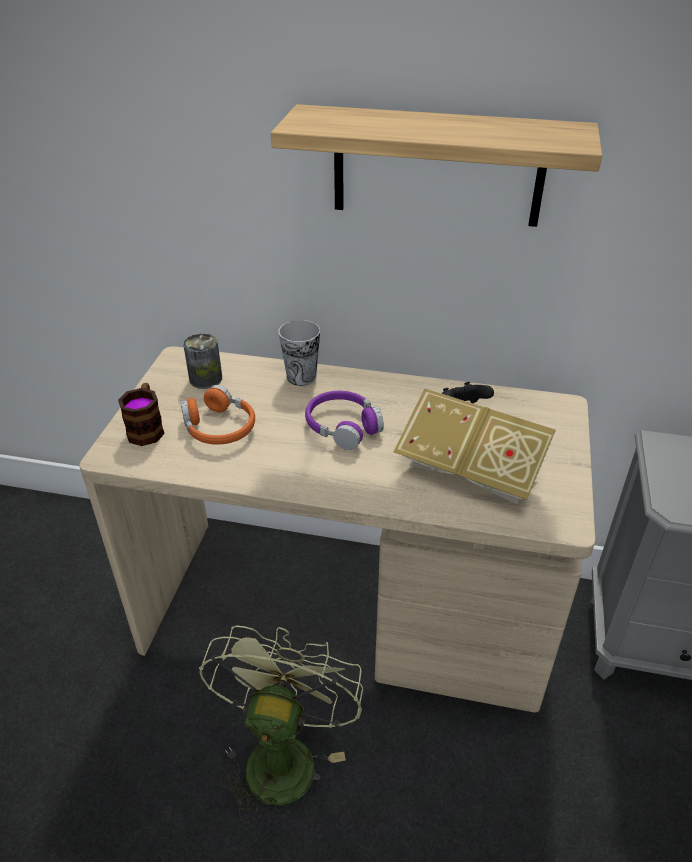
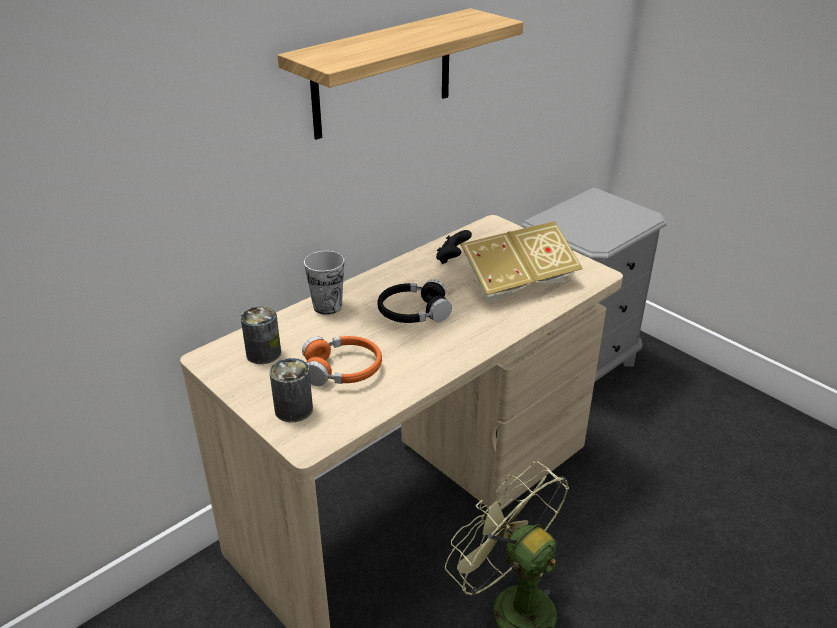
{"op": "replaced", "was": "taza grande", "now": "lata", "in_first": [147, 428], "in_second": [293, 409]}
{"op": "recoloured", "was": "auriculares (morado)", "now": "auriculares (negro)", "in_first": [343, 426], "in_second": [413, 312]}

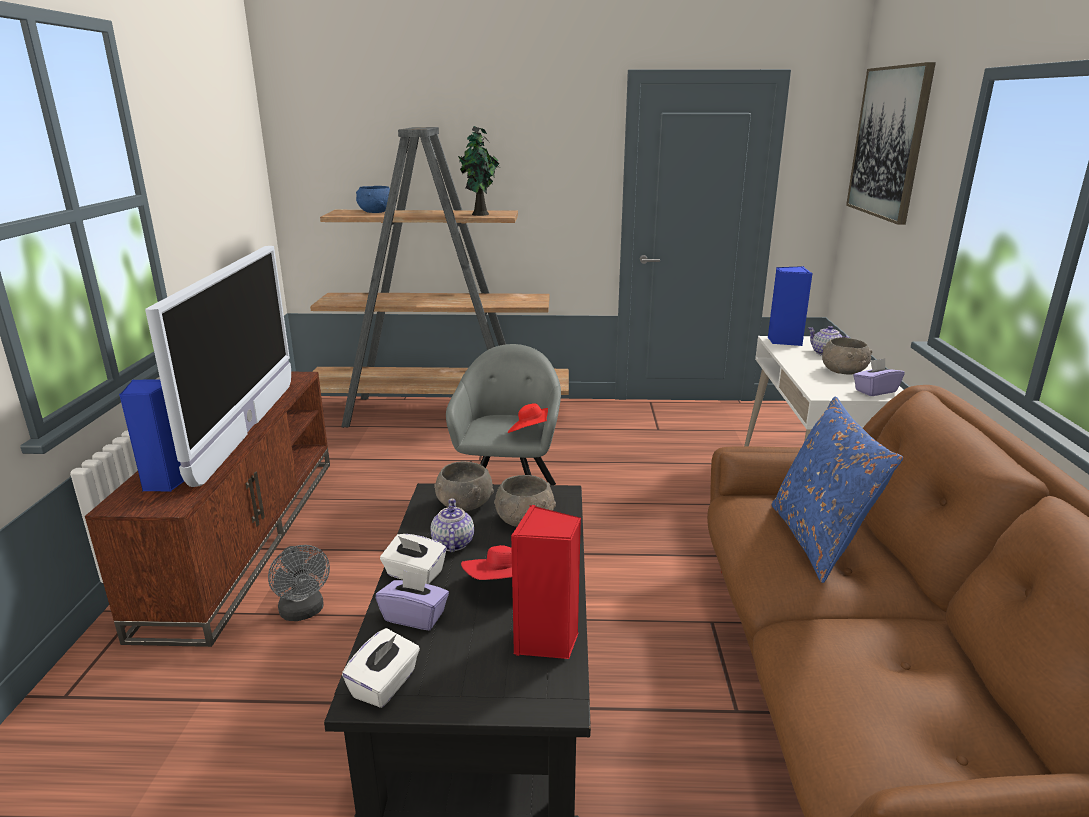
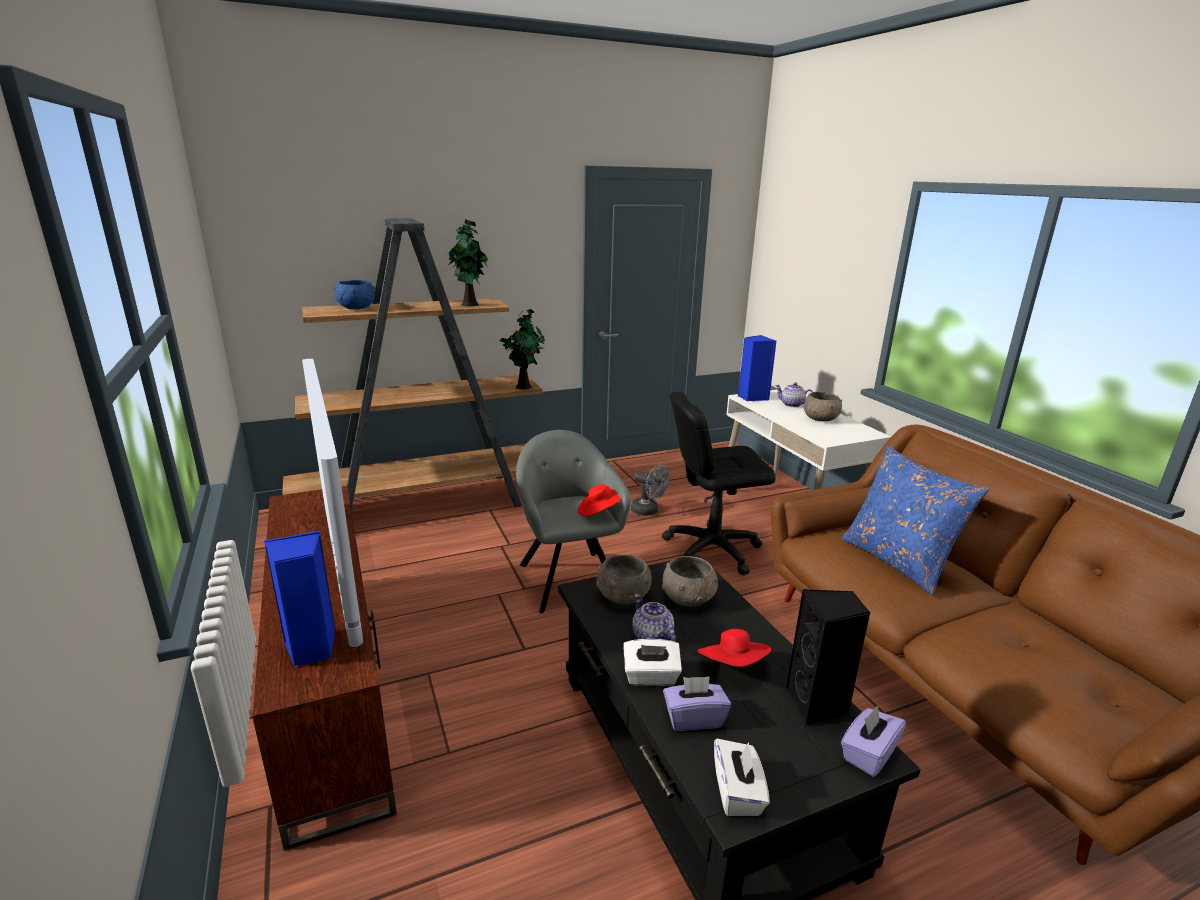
{"op": "moved", "was": "ventilador (gris)", "in_first": [303, 612], "in_second": [648, 511]}
{"op": "recoloured", "was": "altavoz (rojo)", "now": "altavoz (negro)", "in_first": [547, 641], "in_second": [817, 705]}
{"op": "removed", "was": "cuadro", "in_first": [889, 142]}
{"op": "moved", "was": "caja de pañuelos (morado)", "in_first": [875, 391], "in_second": [868, 754]}
{"op": "added", "now": "planta en maceta", "in_second": [524, 386]}
{"op": "added", "now": "silla de oficina (negro)", "in_second": [711, 549]}

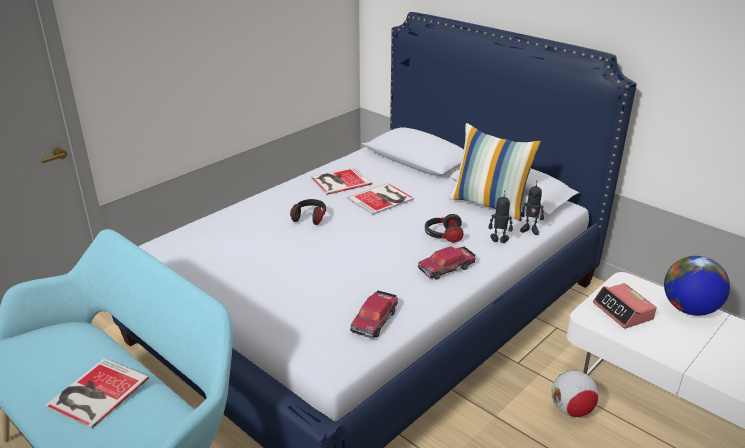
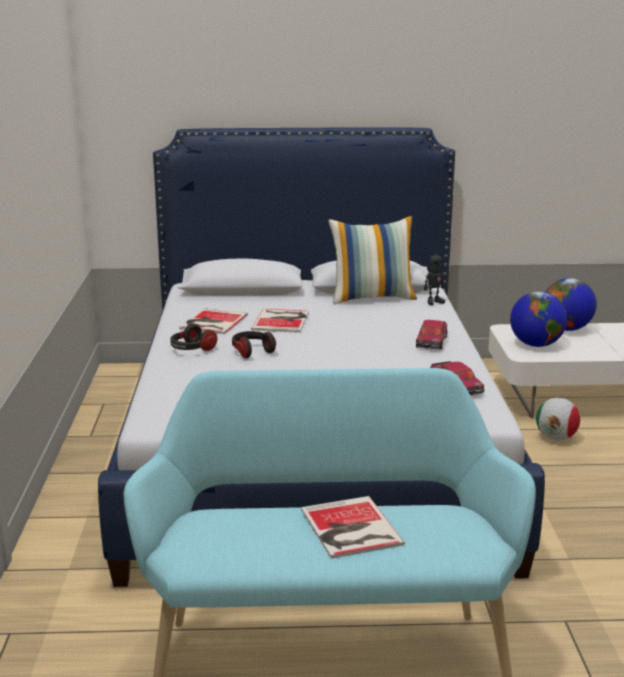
{"op": "moved", "was": "auriculares", "in_first": [443, 235], "in_second": [192, 349]}
{"op": "removed", "was": "robot de juguete", "in_first": [499, 240]}
{"op": "replaced", "was": "despertador", "now": "globo terráqueo", "in_first": [623, 311], "in_second": [536, 345]}

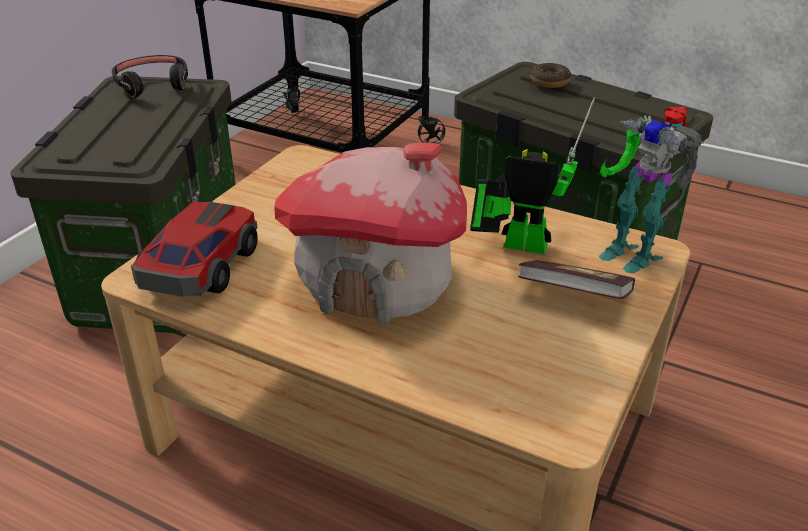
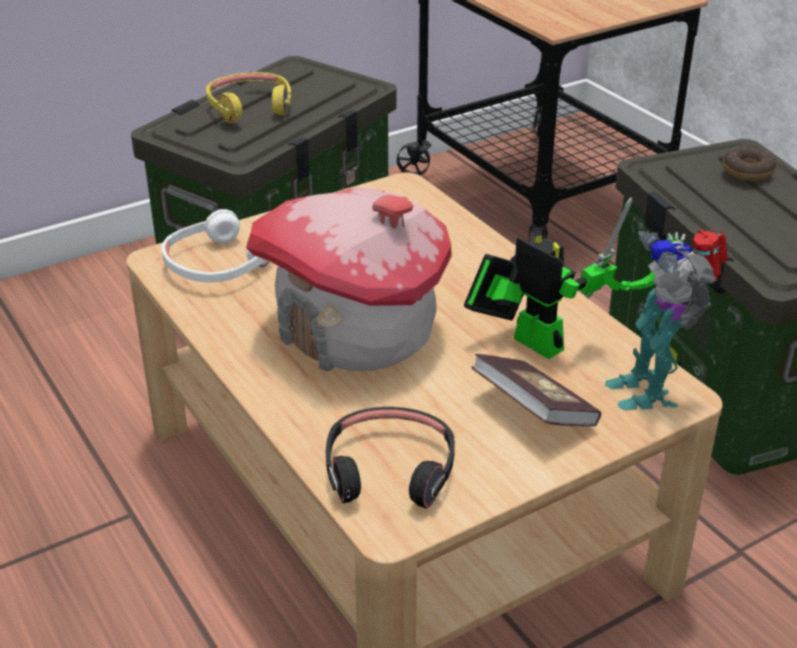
{"op": "moved", "was": "auriculares (negro)", "in_first": [153, 84], "in_second": [389, 469]}
{"op": "replaced", "was": "coche de juguete", "now": "auriculares (blanco)", "in_first": [199, 266], "in_second": [217, 264]}
{"op": "added", "now": "auriculares (amarillo)", "in_second": [250, 106]}

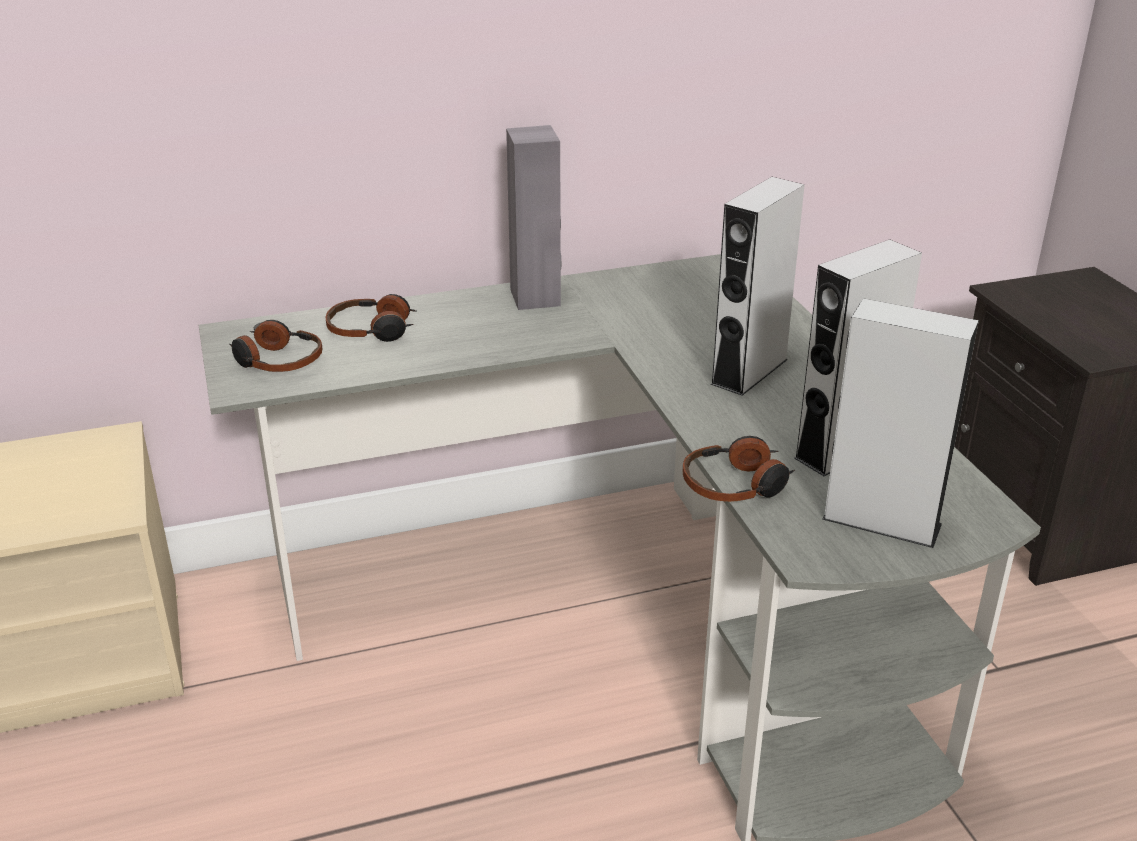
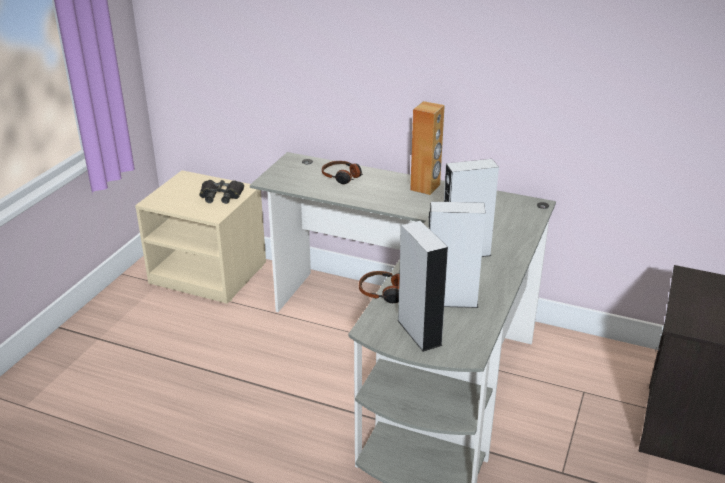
{"op": "removed", "was": "auriculares", "in_first": [277, 361]}
{"op": "recoloured", "was": "altavoz (gris)", "now": "altavoz (marrón)", "in_first": [536, 297], "in_second": [425, 187]}
{"op": "added", "now": "prismáticos (negro)", "in_second": [221, 196]}

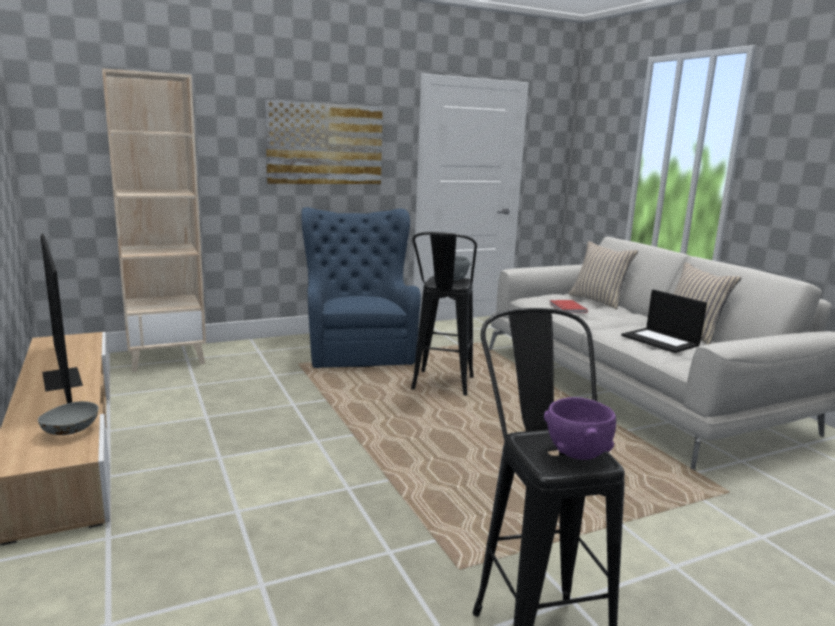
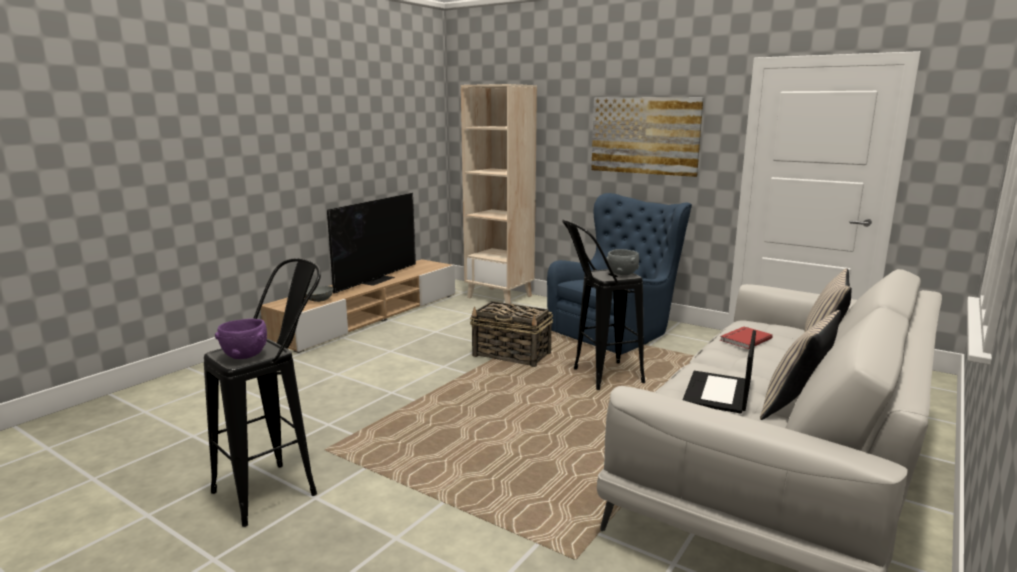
{"op": "added", "now": "cesta", "in_second": [512, 355]}

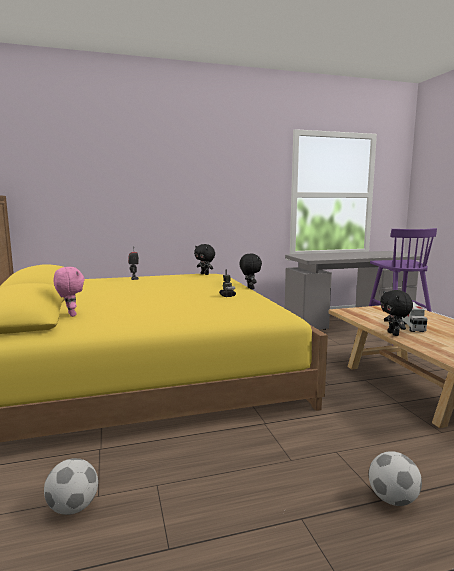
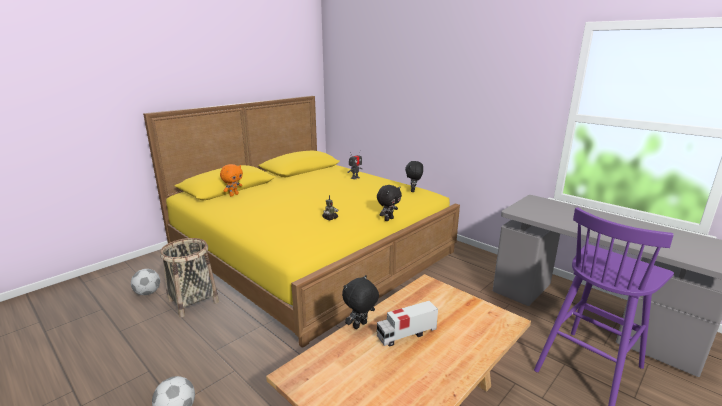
{"op": "recoloured", "was": "peluche (rosa)", "now": "peluche (naranja)", "in_first": [71, 315], "in_second": [233, 195]}
{"op": "added", "now": "cesta", "in_second": [193, 301]}

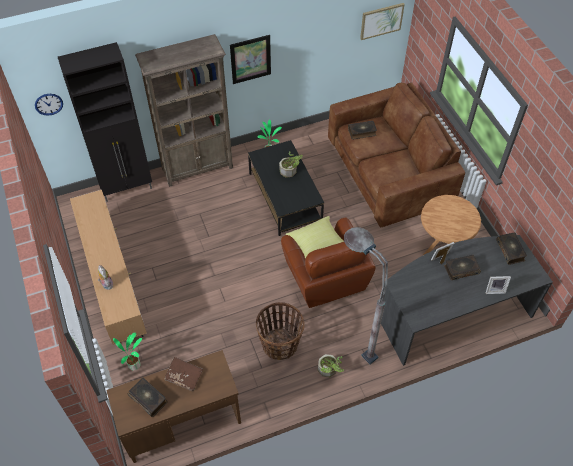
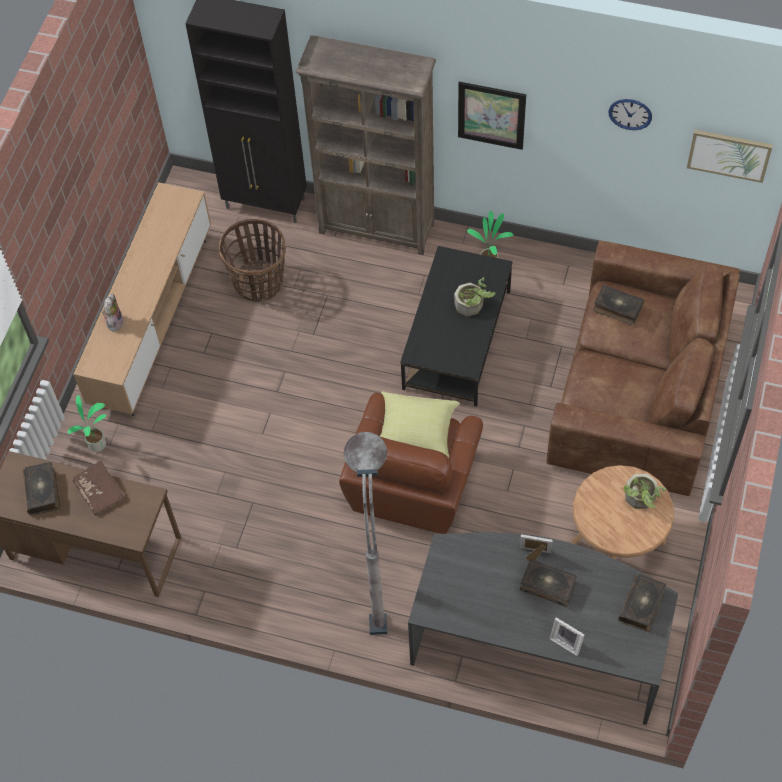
{"op": "moved", "was": "reloj de pared", "in_first": [49, 104], "in_second": [630, 114]}
{"op": "moved", "was": "cesta", "in_first": [280, 344], "in_second": [258, 282]}
{"op": "moved", "was": "planta en maceta", "in_first": [329, 370], "in_second": [640, 500]}

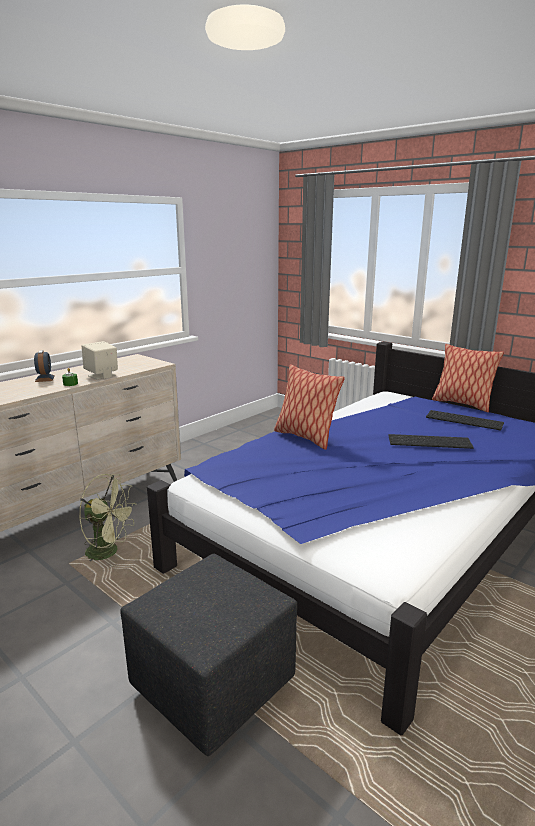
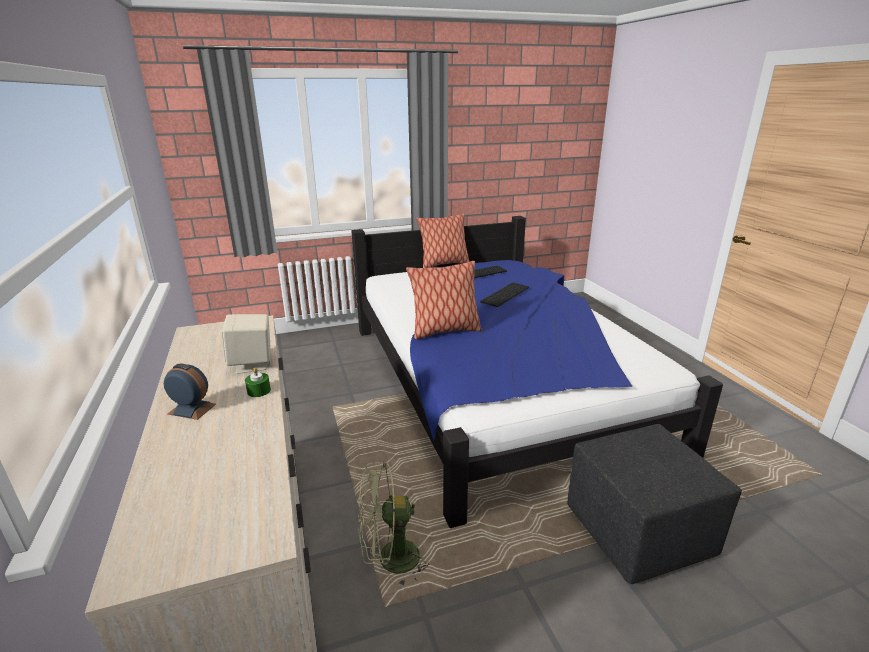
{"op": "turned", "was": "ventilador (verde)", "in_first": [109, 552], "in_second": [390, 560], "clockwise": -150}

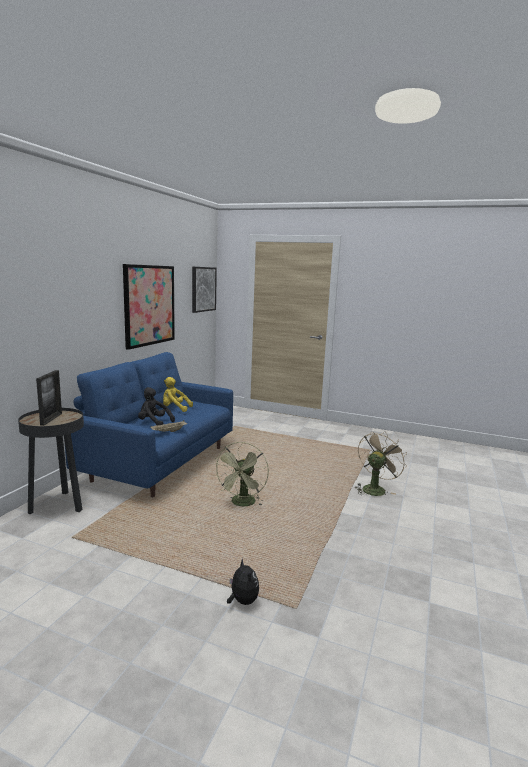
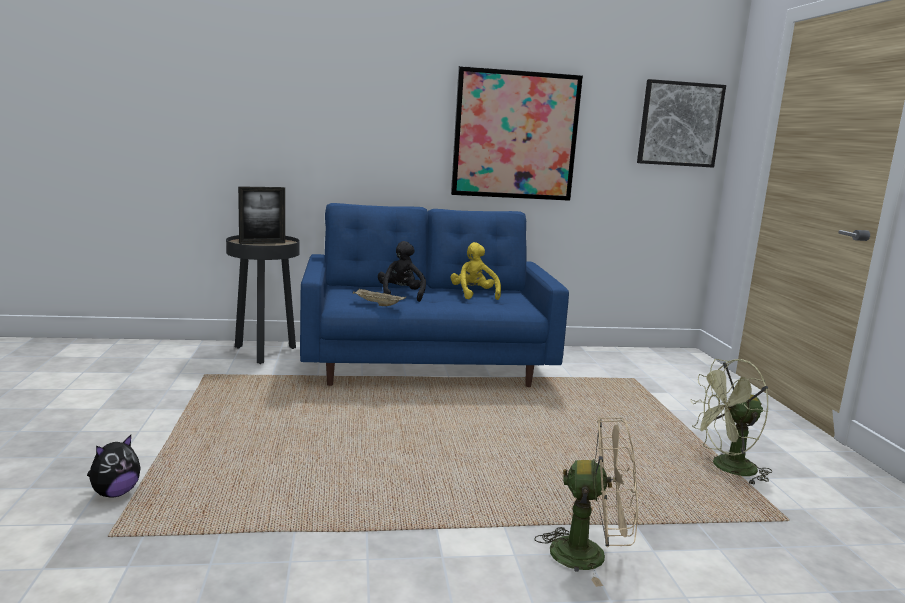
{"op": "moved", "was": "ventilador (verde)", "in_first": [242, 504], "in_second": [726, 468]}

